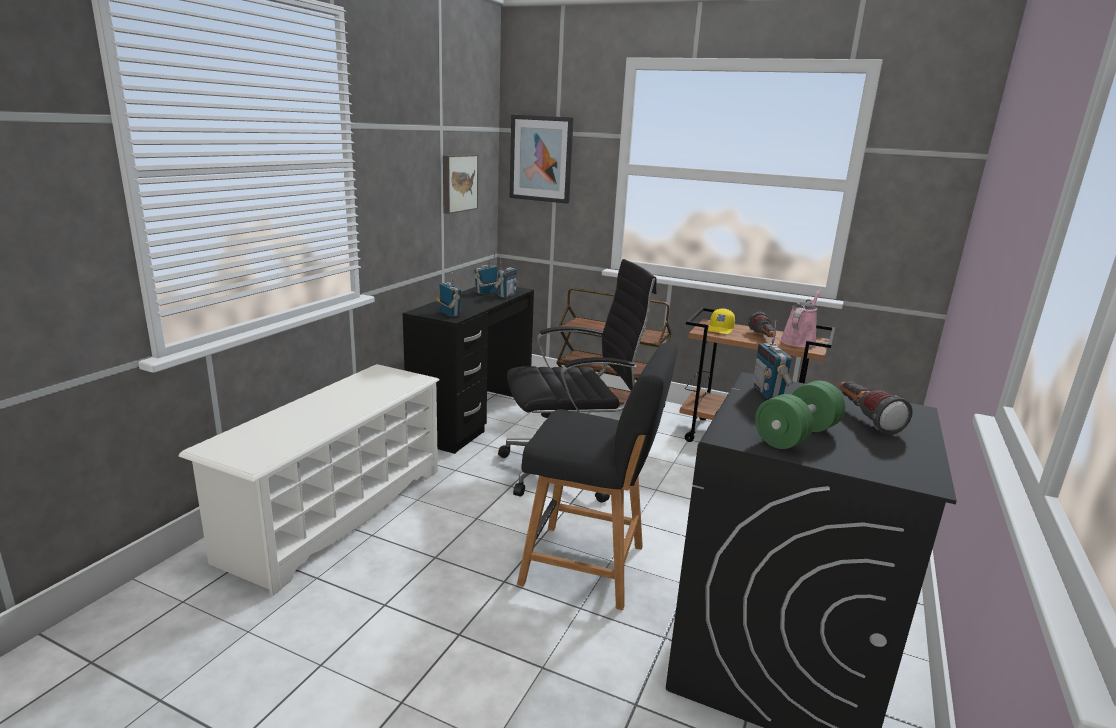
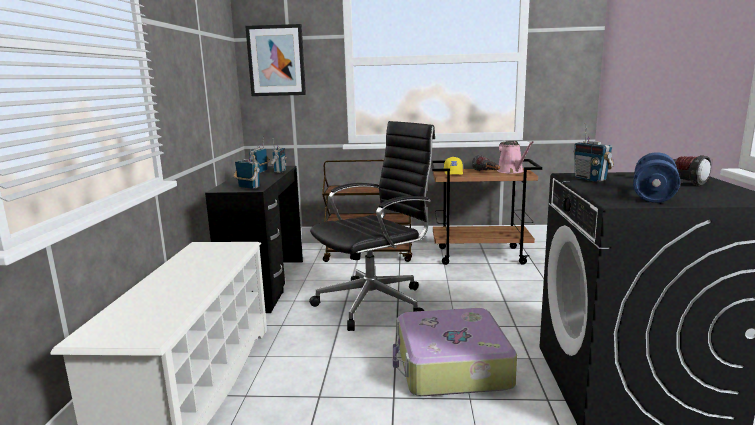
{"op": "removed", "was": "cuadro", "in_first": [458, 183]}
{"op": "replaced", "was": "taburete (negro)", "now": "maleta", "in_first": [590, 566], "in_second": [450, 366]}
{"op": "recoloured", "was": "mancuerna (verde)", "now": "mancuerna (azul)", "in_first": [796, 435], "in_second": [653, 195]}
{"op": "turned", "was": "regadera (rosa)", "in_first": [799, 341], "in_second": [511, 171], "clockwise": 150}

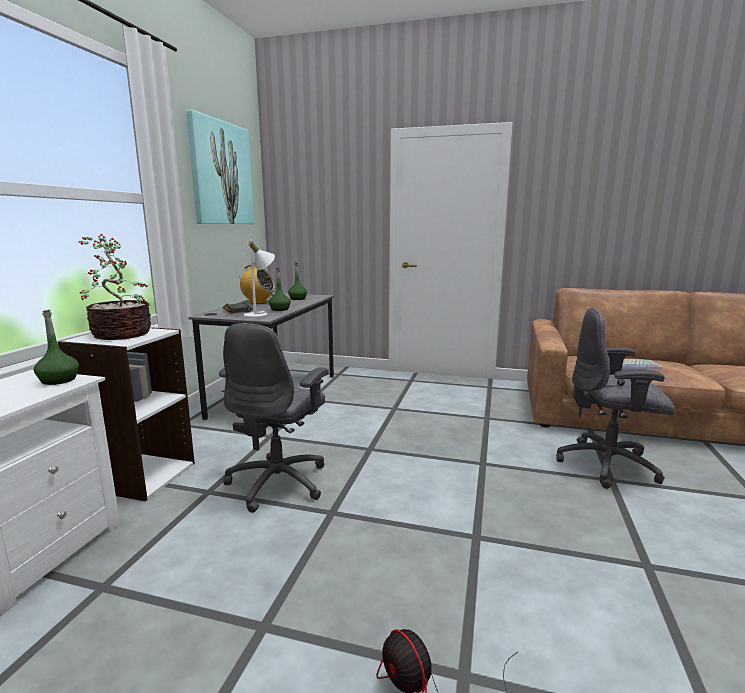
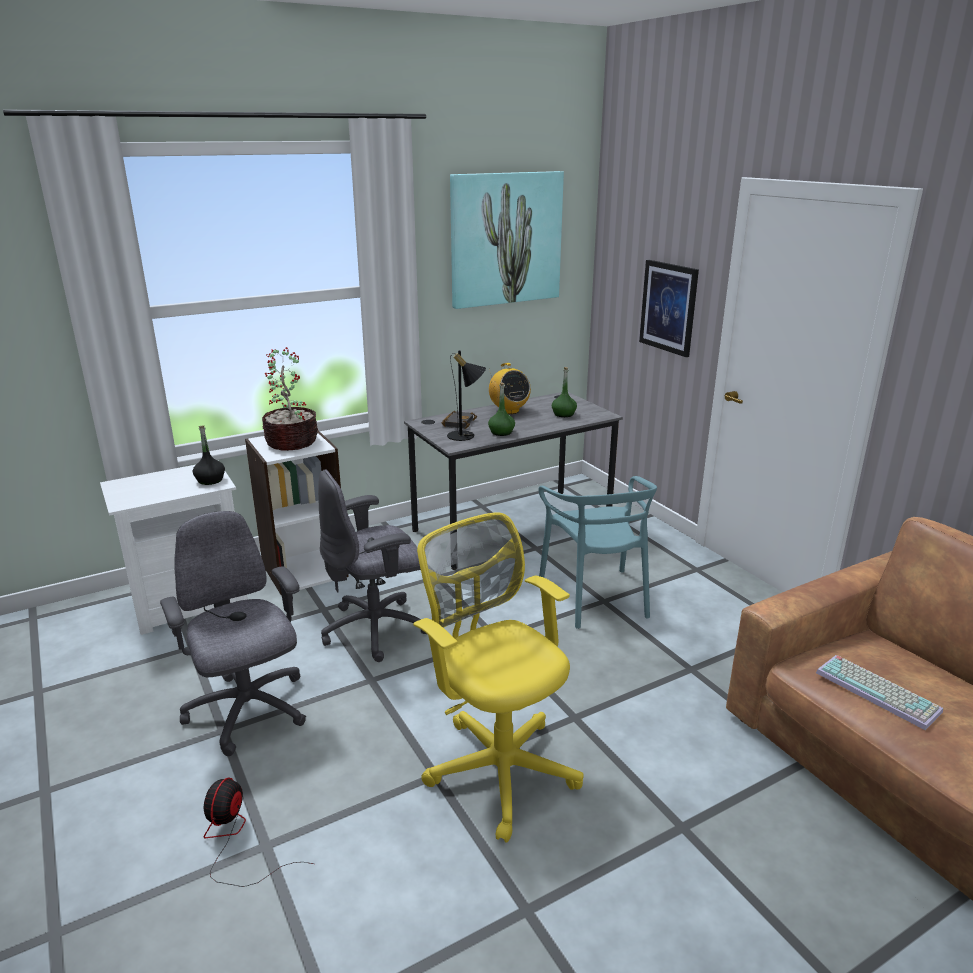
{"op": "recoloured", "was": "botella (verde)", "now": "botella (negro)", "in_first": [58, 380], "in_second": [210, 480]}
{"op": "recoloured", "was": "lámpara de mesa (blanco)", "now": "lámpara de mesa (negro)", "in_first": [260, 314], "in_second": [466, 436]}
{"op": "moved", "was": "silla de oficina (gris)", "in_first": [609, 465], "in_second": [248, 712]}
{"op": "added", "now": "silla de oficina (amarillo)", "in_second": [498, 765]}
{"op": "added", "now": "silla (turquesa)", "in_second": [595, 597]}
{"op": "added", "now": "cuadro", "in_second": [668, 307]}

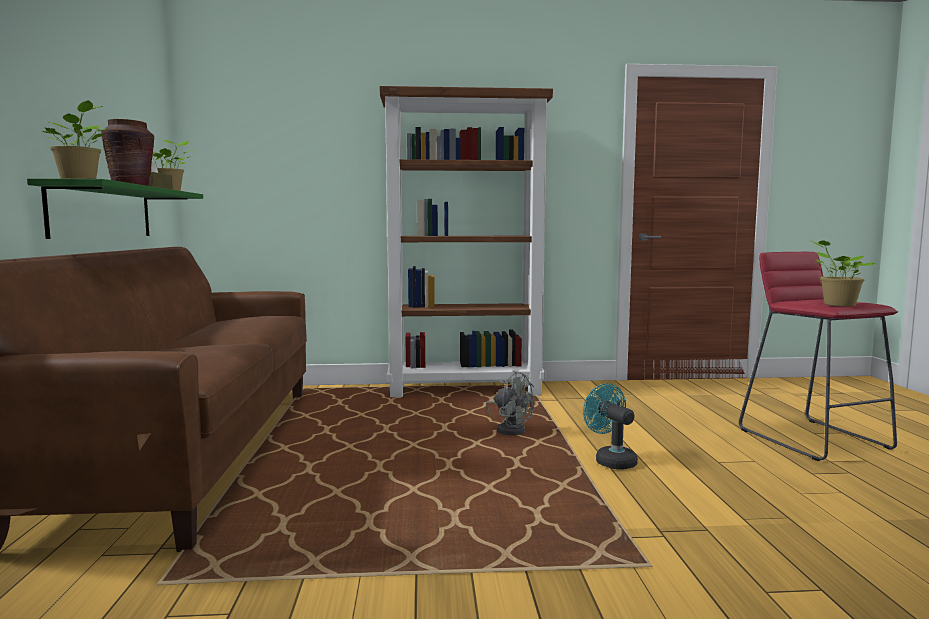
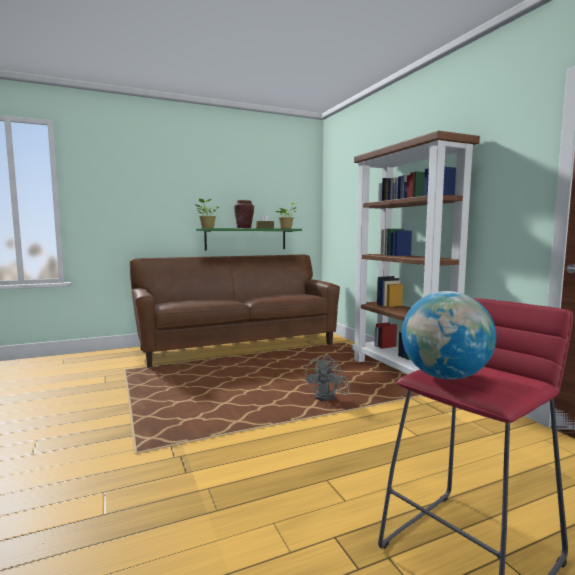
{"op": "removed", "was": "ventilador (turquesa)", "in_first": [611, 460]}
{"op": "replaced", "was": "planta en maceta", "now": "globo terráqueo", "in_first": [837, 304], "in_second": [444, 377]}

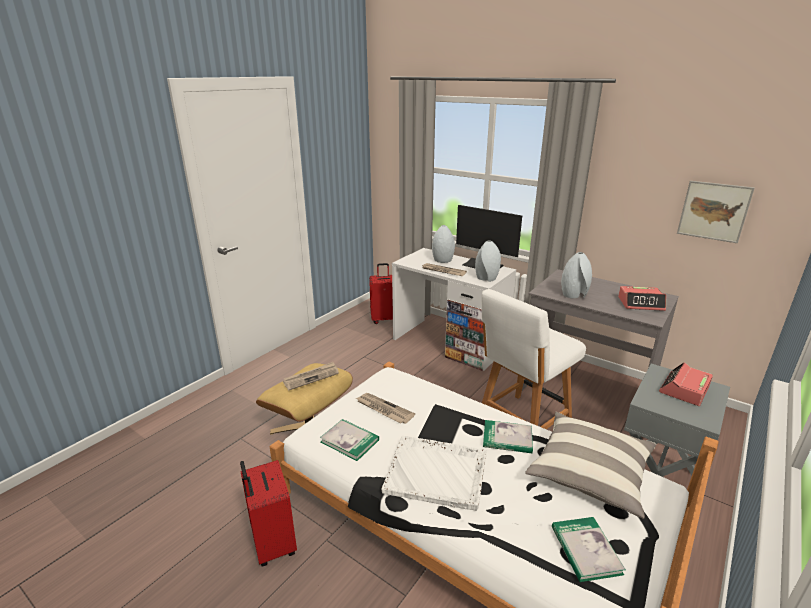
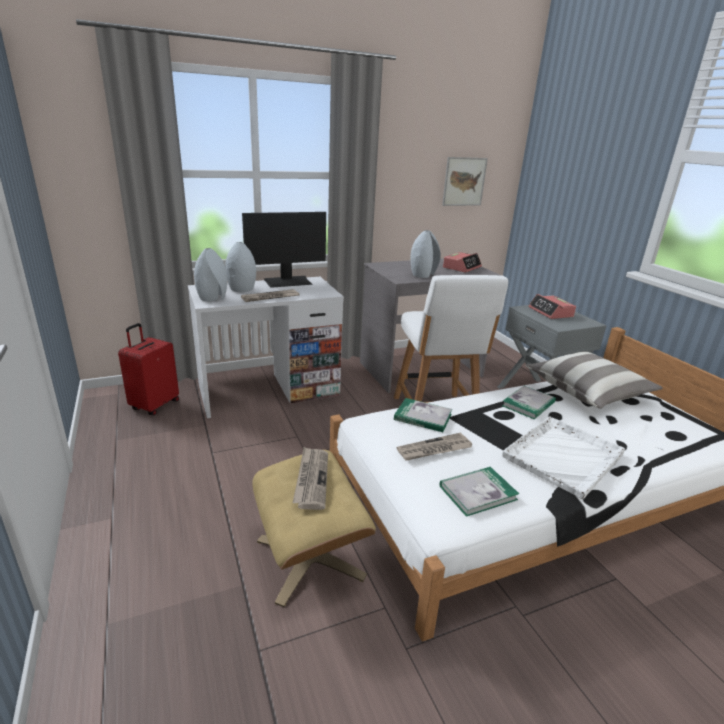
{"op": "removed", "was": "maleta (rojo)", "in_first": [272, 544]}
{"op": "moved", "was": "florero (gris)", "in_first": [487, 278], "in_second": [213, 298]}
{"op": "moved", "was": "libro", "in_first": [585, 550], "in_second": [423, 417]}

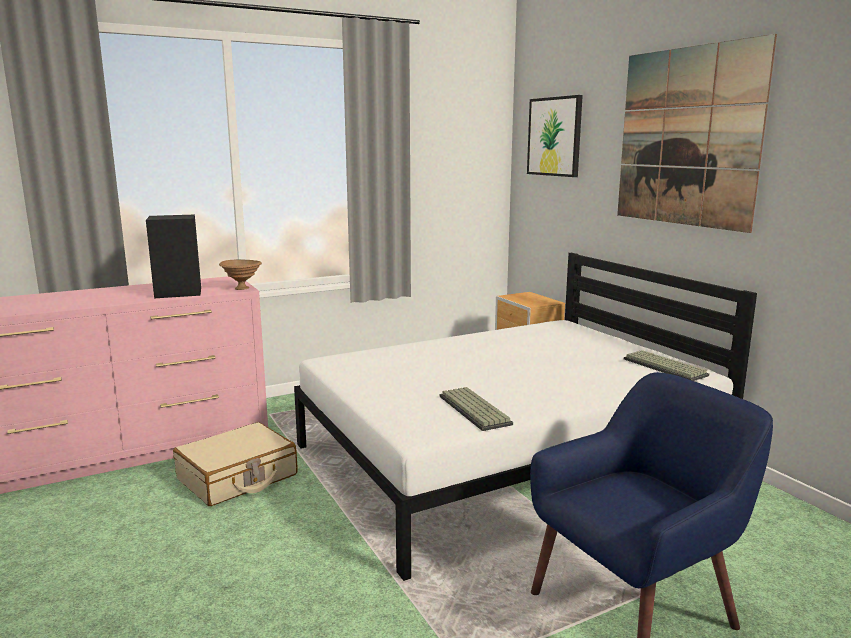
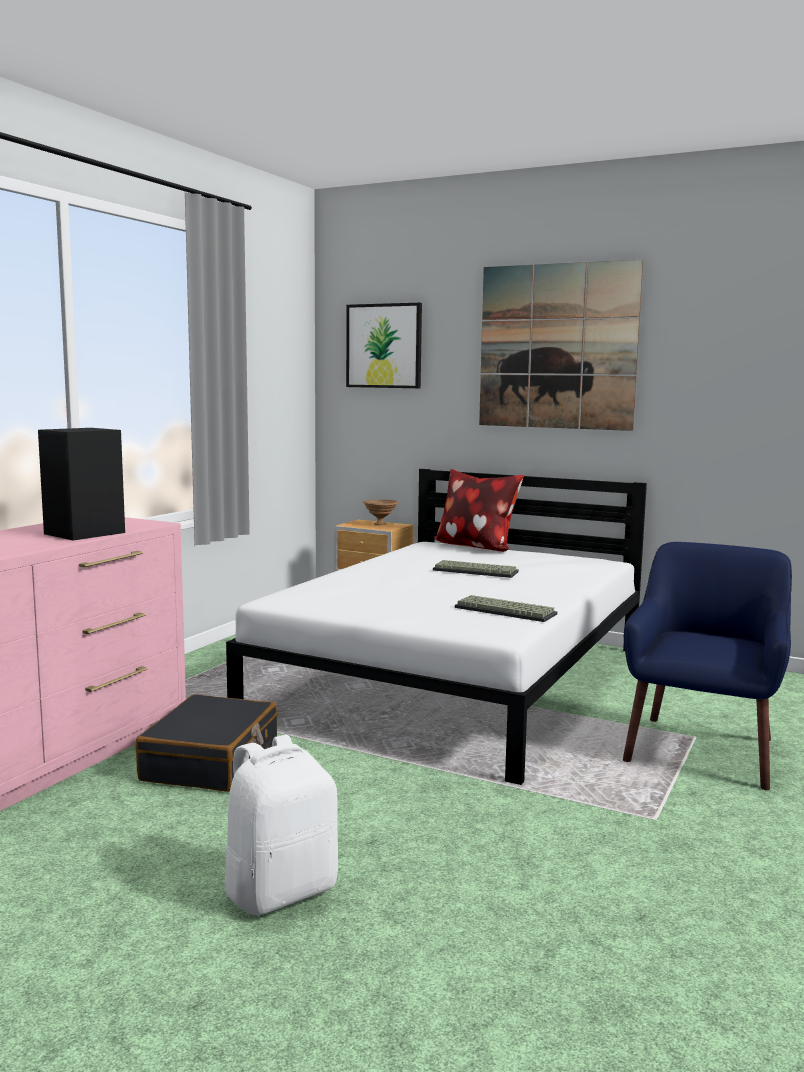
{"op": "recoloured", "was": "maleta (beis)", "now": "maleta (negro)", "in_first": [237, 477], "in_second": [212, 761]}
{"op": "moved", "was": "cuenco (marrón)", "in_first": [242, 288], "in_second": [379, 524]}
{"op": "moved", "was": "teclado", "in_first": [666, 367], "in_second": [476, 571]}
{"op": "added", "now": "mochila (blanco)", "in_second": [281, 891]}
{"op": "added", "now": "cojín", "in_second": [475, 547]}

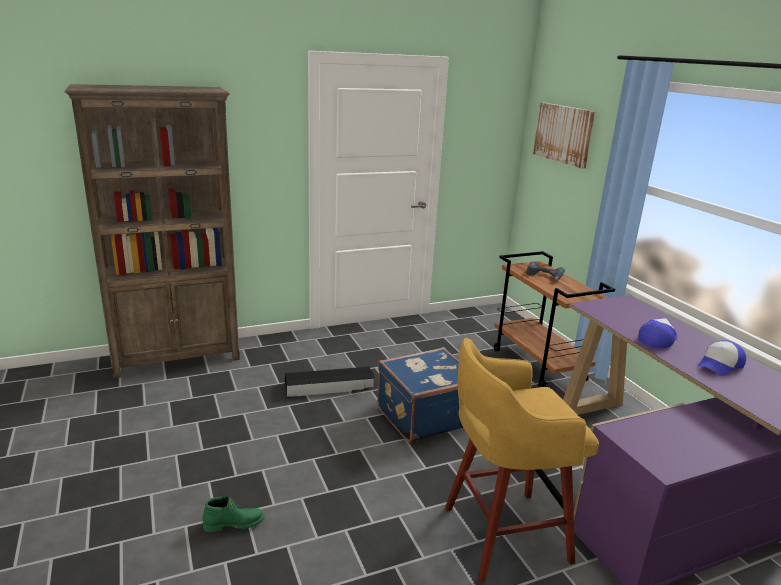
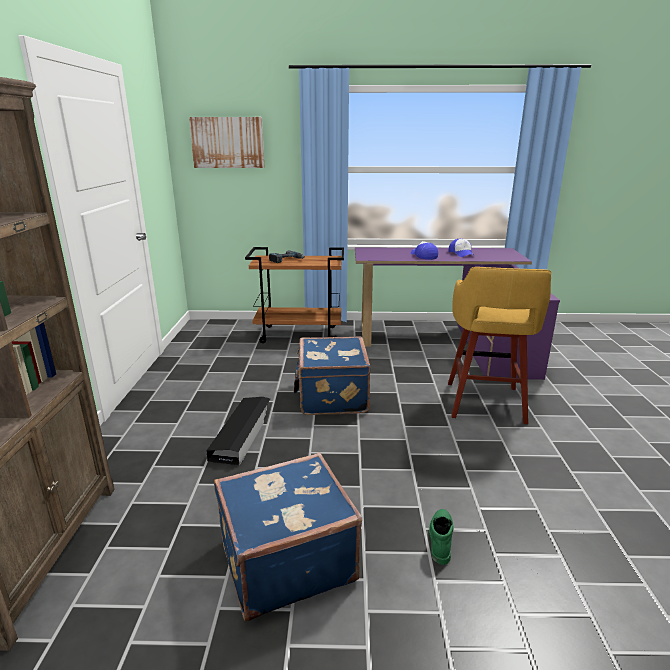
{"op": "added", "now": "maleta (azul)", "in_second": [285, 559]}

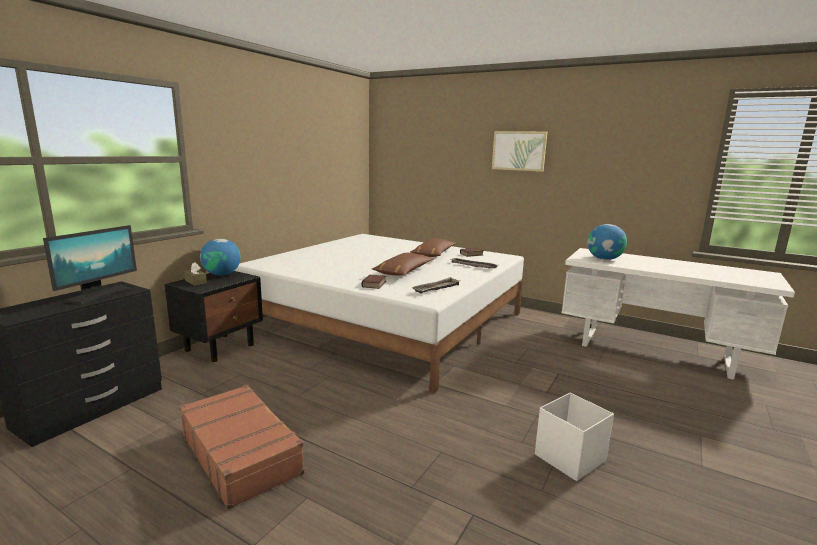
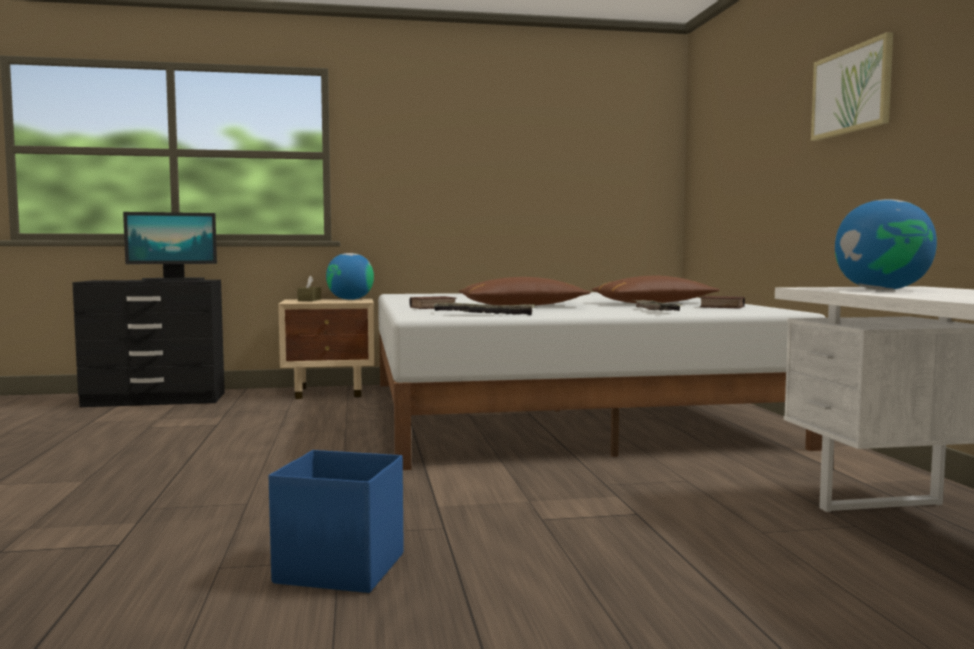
{"op": "recoloured", "was": "mesita de noche (negro)", "now": "mesita de noche (beis)", "in_first": [220, 347], "in_second": [330, 392]}
{"op": "removed", "was": "maleta (marrón)", "in_first": [241, 453]}
{"op": "recoloured", "was": "caja de almacenaje (blanco)", "now": "caja de almacenaje (azul)", "in_first": [569, 458], "in_second": [339, 568]}

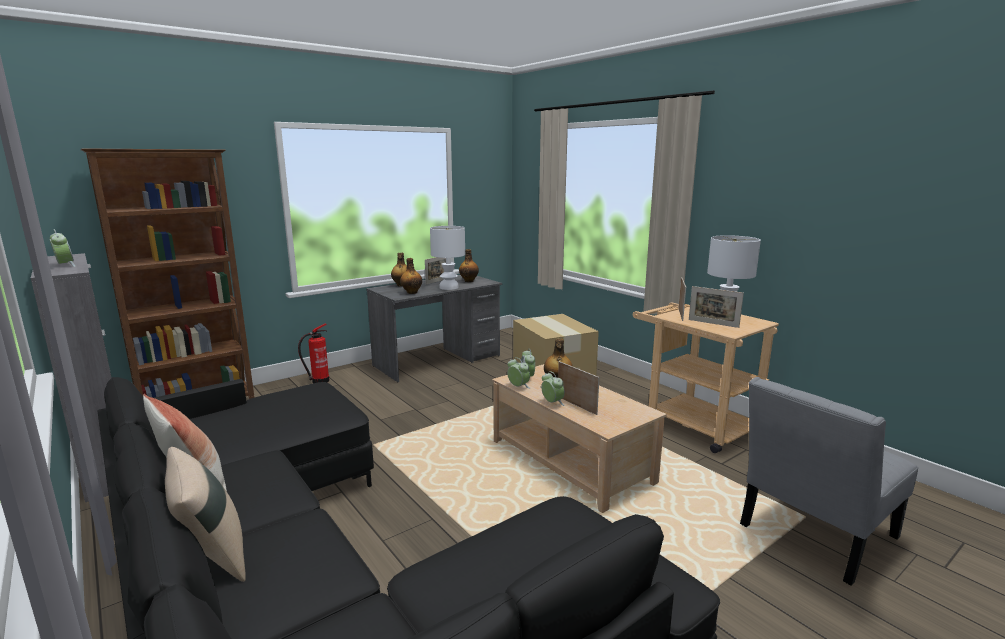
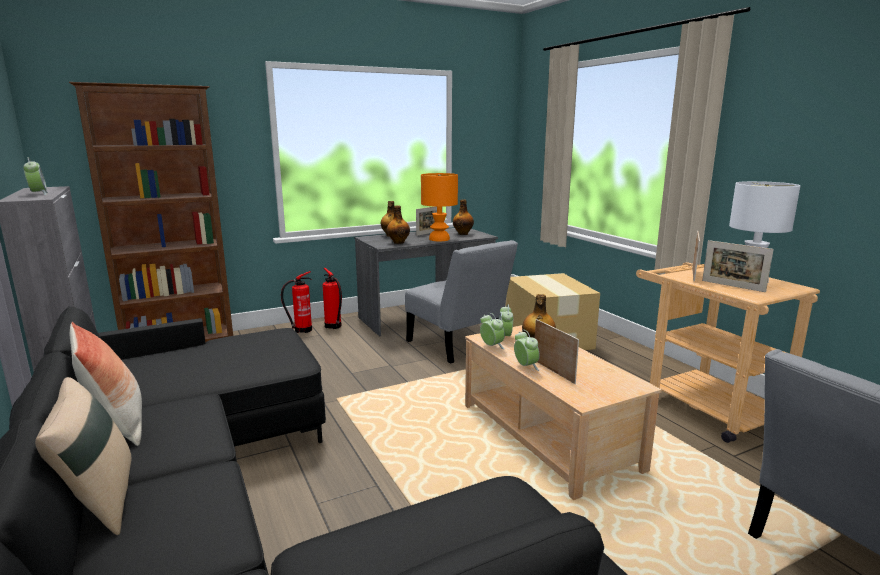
{"op": "recoloured", "was": "lámpara de mesa (blanco)", "now": "lámpara de mesa (naranja)", "in_first": [449, 287], "in_second": [439, 239]}
{"op": "added", "now": "extintor", "in_second": [333, 326]}
{"op": "added", "now": "silla (gris)", "in_second": [458, 345]}

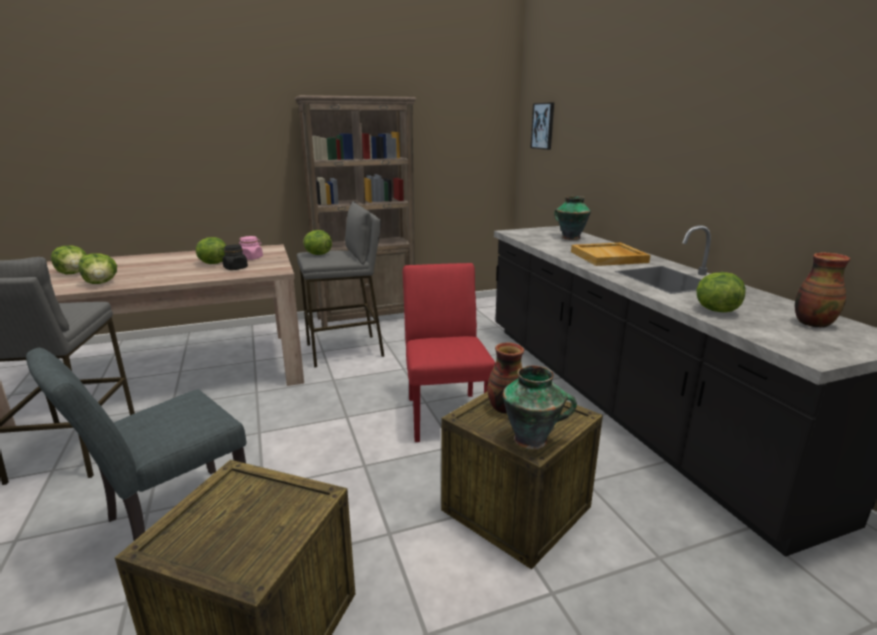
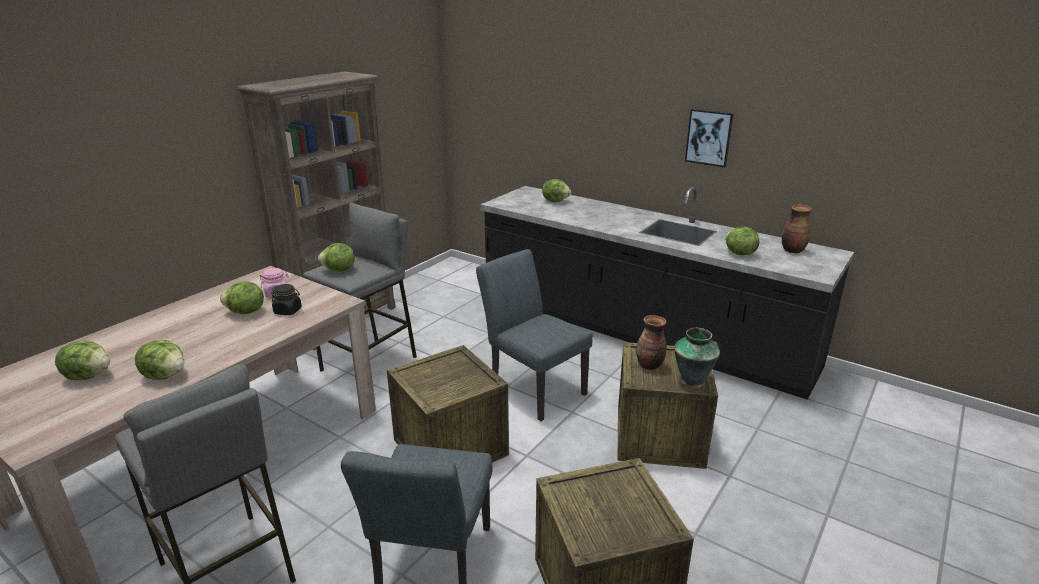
{"op": "recoloured", "was": "silla (rojo)", "now": "silla (gris)", "in_first": [445, 412], "in_second": [532, 388]}
{"op": "moved", "was": "cuadro", "in_first": [543, 126], "in_second": [709, 137]}
{"op": "replaced", "was": "florero", "now": "lechuga", "in_first": [570, 238], "in_second": [555, 201]}
{"op": "removed", "was": "bandeja (beis)", "in_first": [609, 257]}
{"op": "added", "now": "caja de embalaje", "in_second": [450, 447]}

